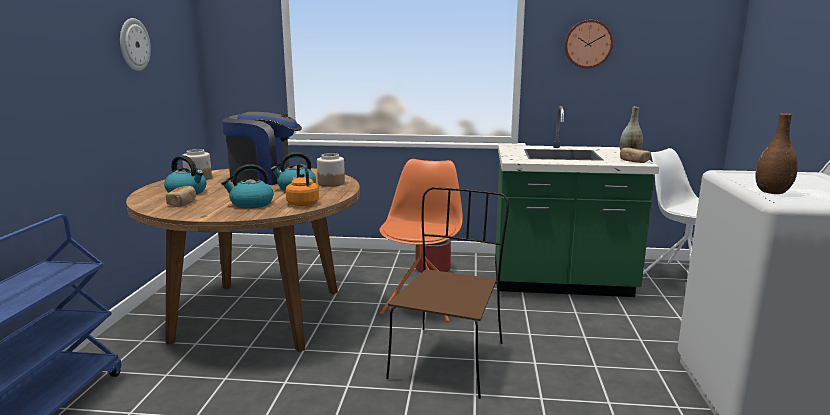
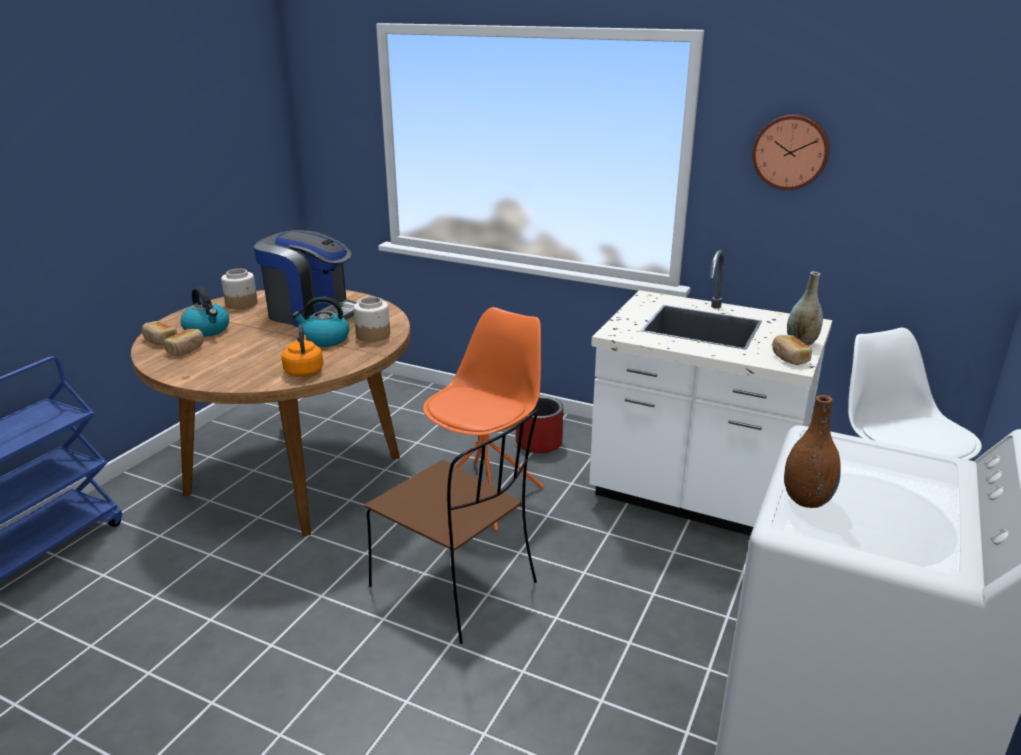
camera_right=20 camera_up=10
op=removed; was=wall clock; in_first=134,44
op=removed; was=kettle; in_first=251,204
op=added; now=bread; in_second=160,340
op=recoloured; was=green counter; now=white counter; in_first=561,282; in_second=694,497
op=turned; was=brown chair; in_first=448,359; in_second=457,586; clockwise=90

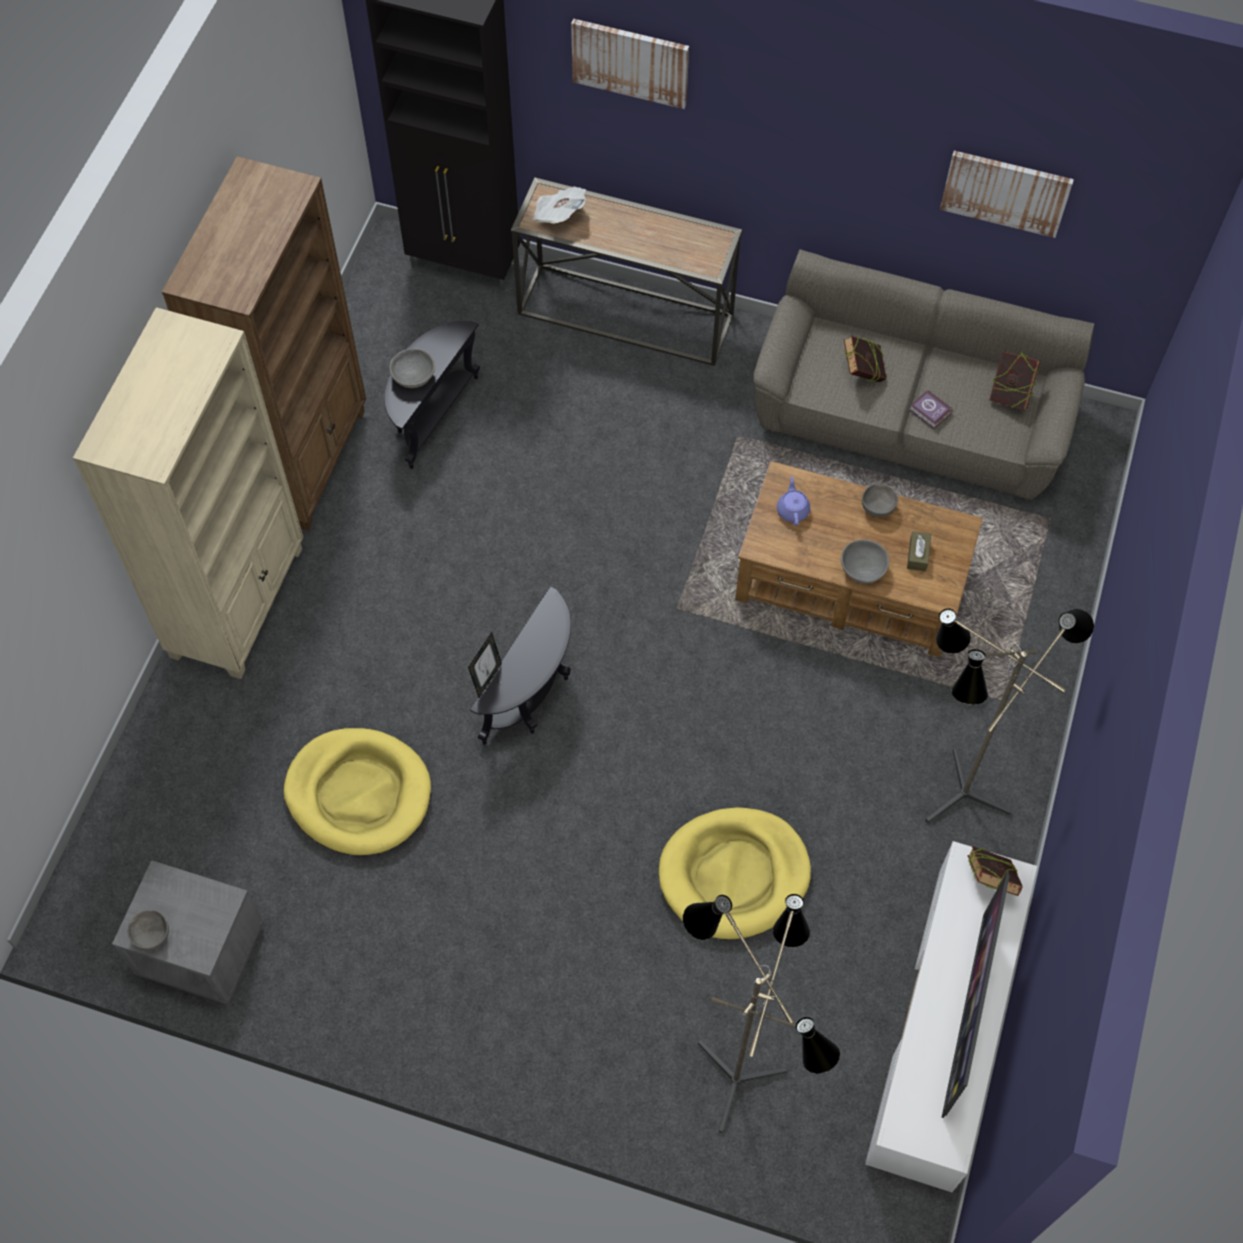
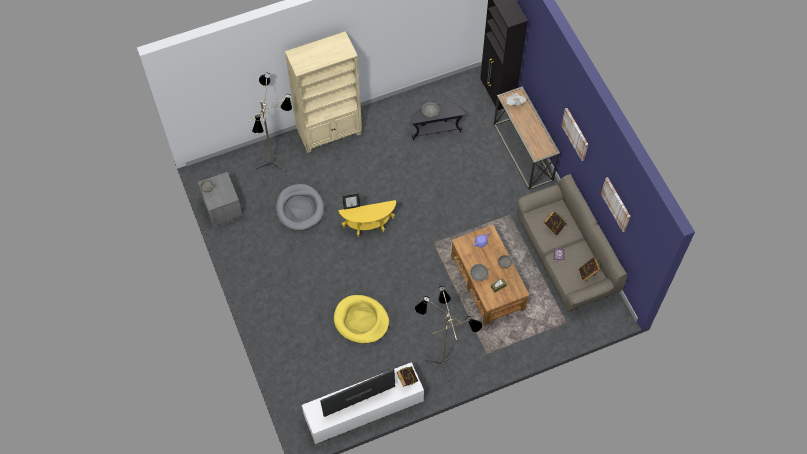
camera_right=50 camera_up=0
op=removed; was=brown bookcase; in_first=305,459
op=moved; was=picture; in_first=630,62; in_second=575,134
op=moved; was=floor lamp; in_first=742,1072; in_second=276,163
op=recoloured; was=yellow dog bed; now=grey dog bed; in_first=359,793; in_second=300,208
op=recoloured; was=black side table; now=yellow side table; in_first=532,696; in_second=369,227

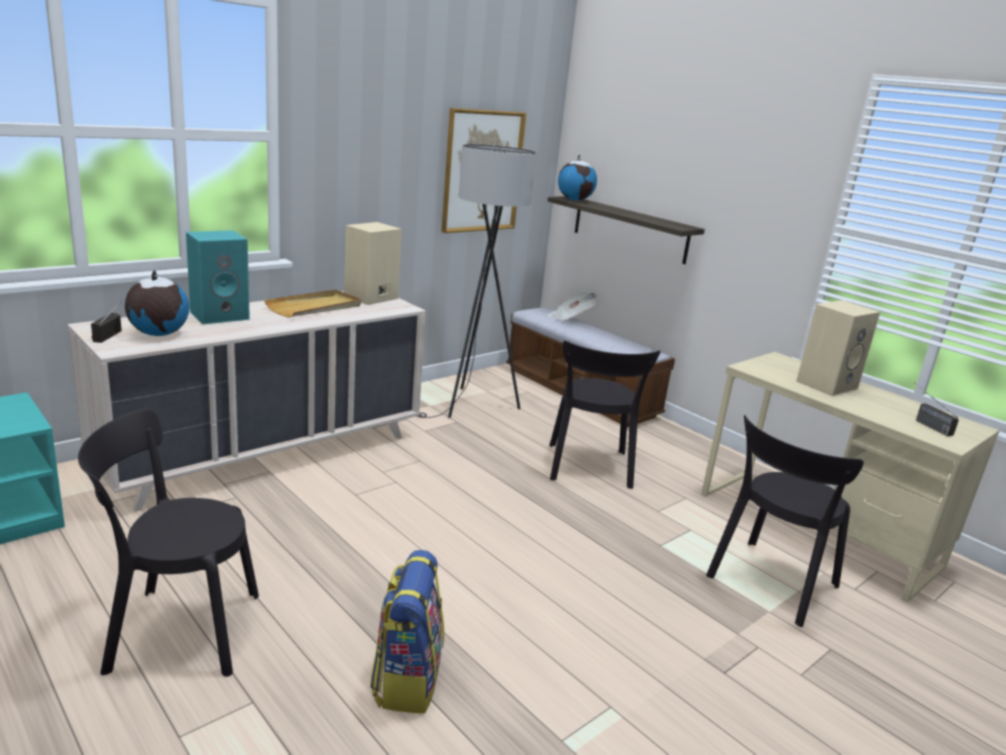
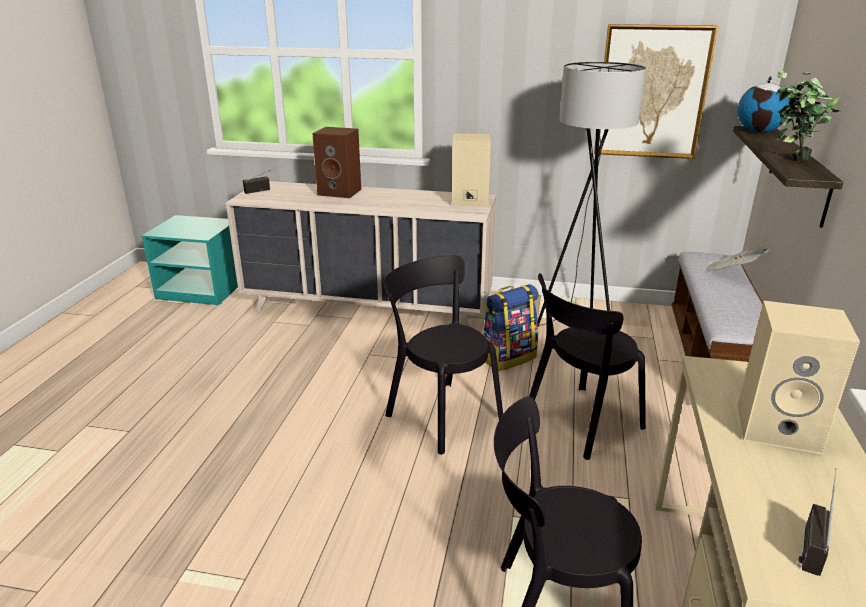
camera_right=55 camera_up=5
op=removed; was=globe; in_first=158,334
op=removed; was=beige tray; in_first=315,307
op=added; now=potted plant; in_second=790,160
op=moved; was=black chair; in_first=177,631; in_second=440,414
op=moved; was=backpack; in_first=406,679; in_second=508,357
op=recoloured; was=turquoise speaker; now=brown speaker; in_first=220,315; in_second=341,192

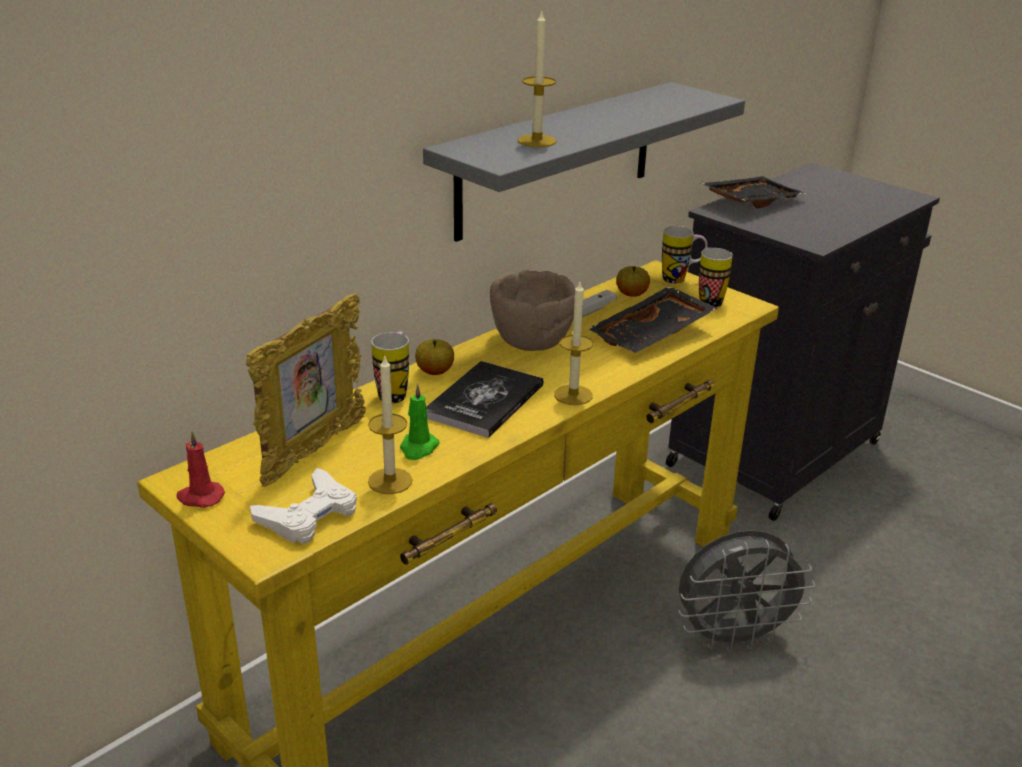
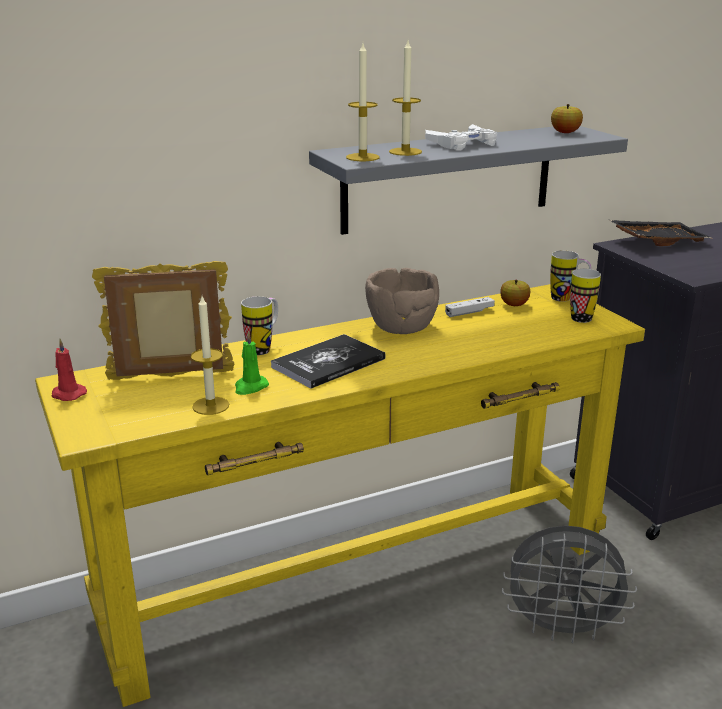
camera_right=20 camera_up=-5
op=removed; was=black tray; in_first=653,335
op=moved; was=white game controller; in_first=309,515; in_second=463,144
op=moved; was=apple; in_first=435,372; in_second=565,132
op=moved; was=candle; in_first=573,395; in_second=362,157
op=turned; was=picture frame; in_first=313,451; in_second=171,377; clockwise=-150

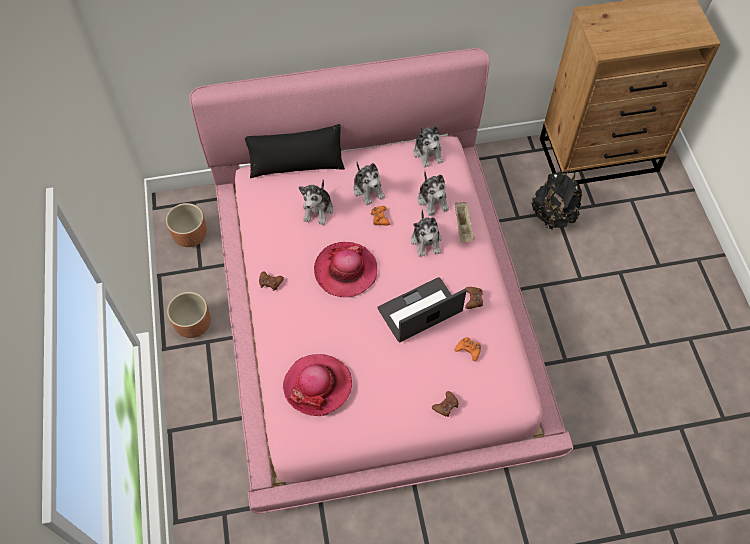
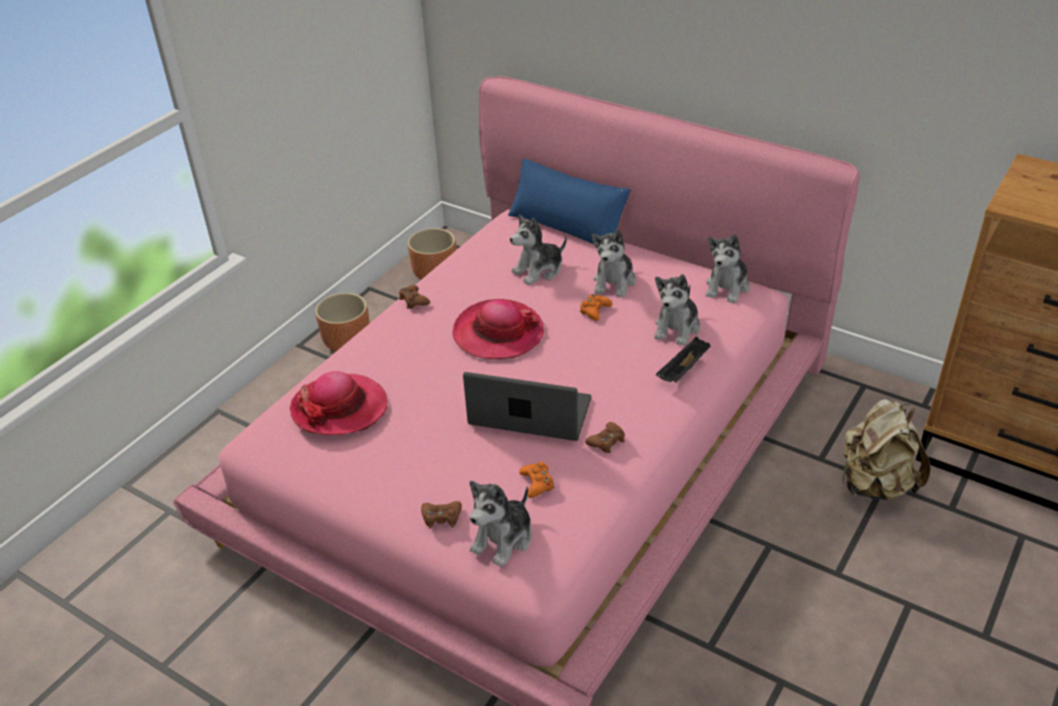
camera_right=45 camera_up=-20
op=moved; was=plush toy; in_first=426,241; in_second=503,539
op=recoloured; was=black pillow; now=blue pillow; in_first=296,164; in_second=567,227
op=recoloured; was=beige tray; now=black tray; in_first=463,227; in_second=683,371
op=recoloured; was=black backpack; now=beige backpack; in_first=553,215; in_second=875,484

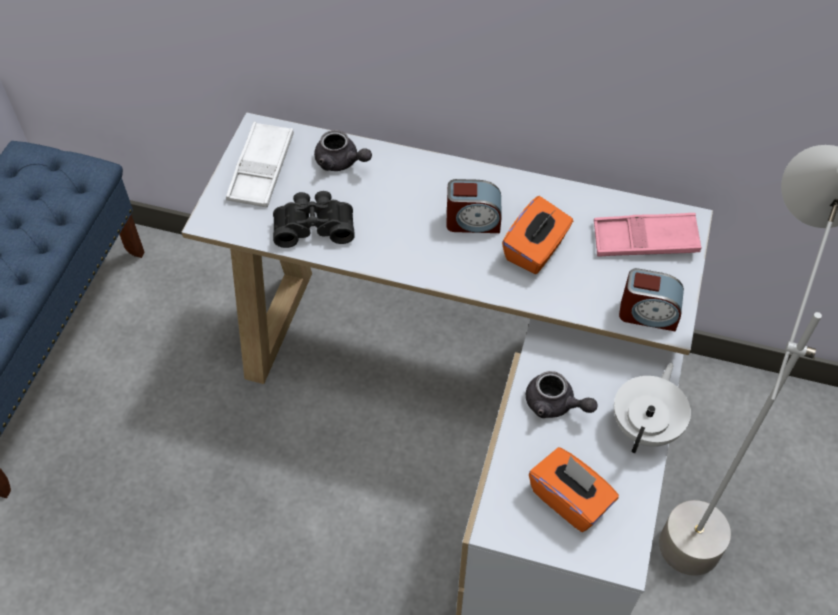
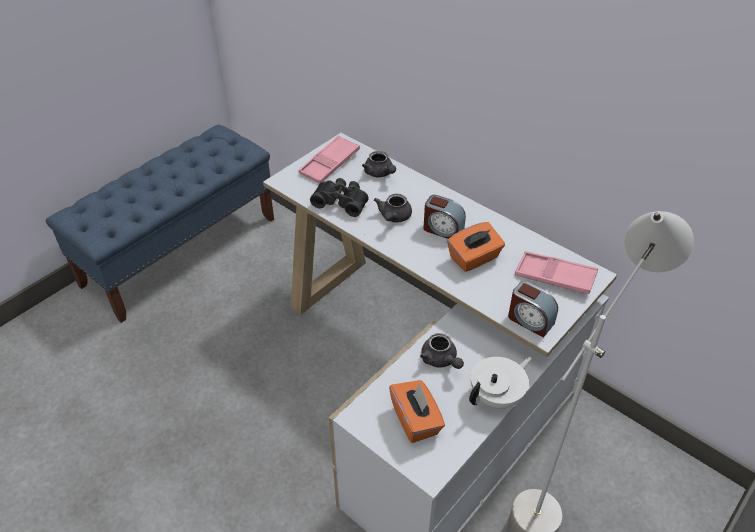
camera_right=25 camera_up=-10
op=added; now=grey teapot; in_second=393,217
op=recoloured; was=white tray; now=pink tray; in_first=261,170; in_second=330,164

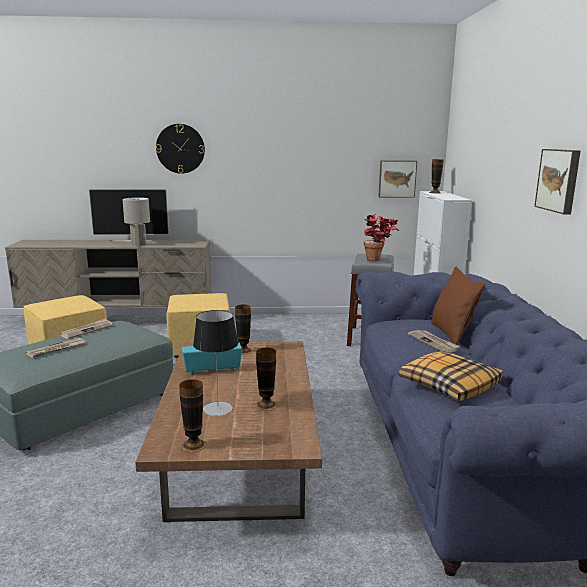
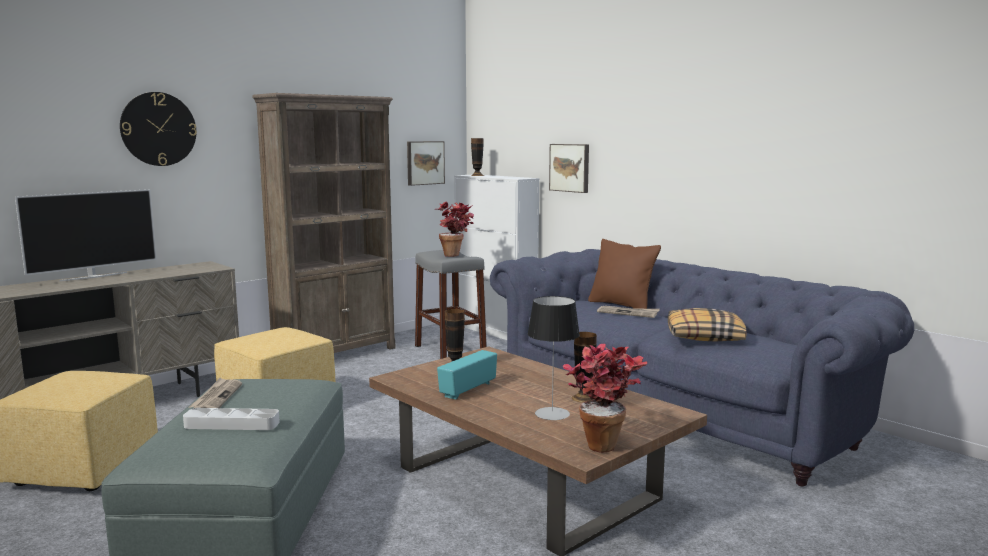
camera_right=-40 camera_up=-5
op=removed; was=grey table lamp; in_first=139,245
op=added; now=brown bookcase; in_second=336,354
op=moved; was=picture; in_first=559,180; in_second=570,167
op=replaced; was=newspaper; now=grey tray; in_first=56,349; in_second=232,424
op=replaced; was=vase; now=potted plant; in_first=193,445; in_second=601,442

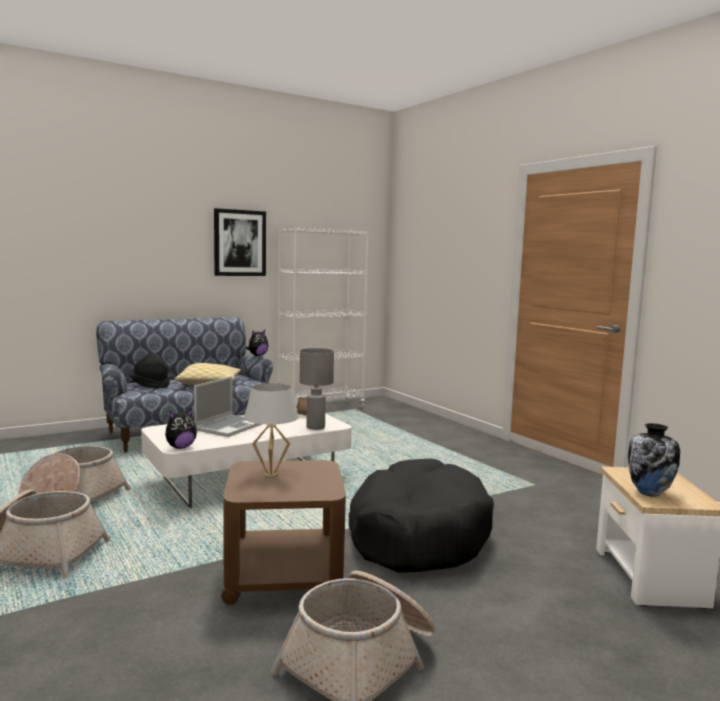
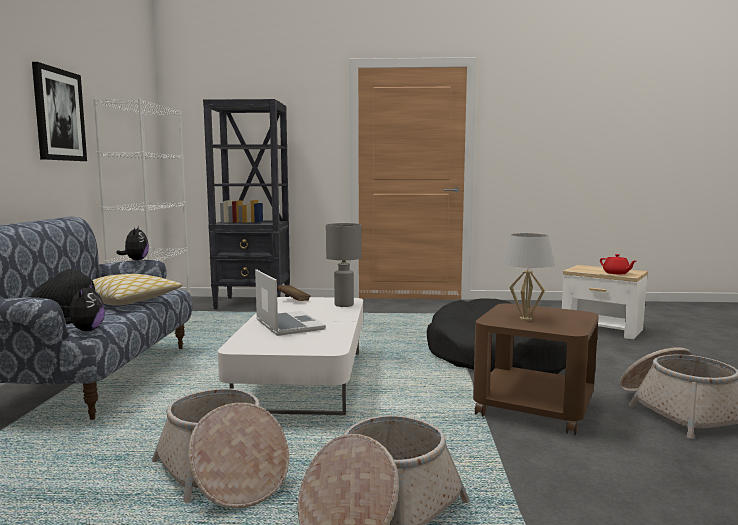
camera_right=-55 camera_up=0
op=added; now=black bookcase; in_second=253,303
op=moved; was=plush toy; in_first=180,447; in_second=86,330
op=replaced; was=vase; now=red teapot; in_first=650,493; in_second=616,273

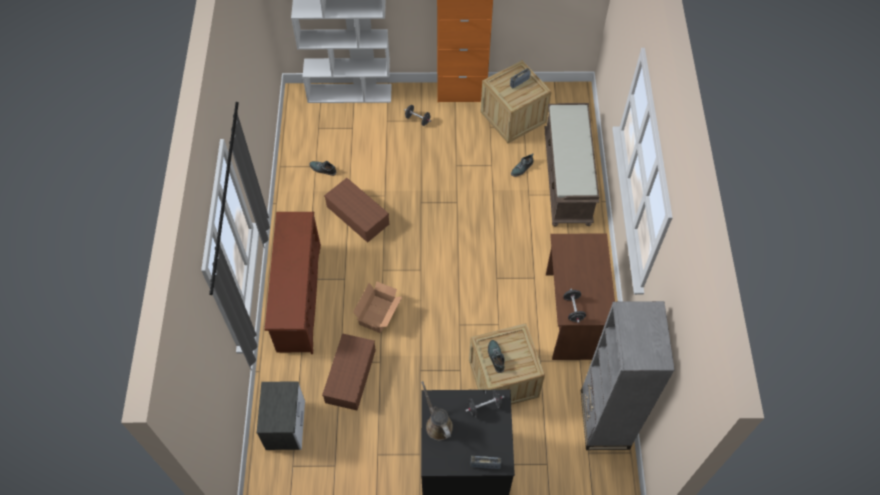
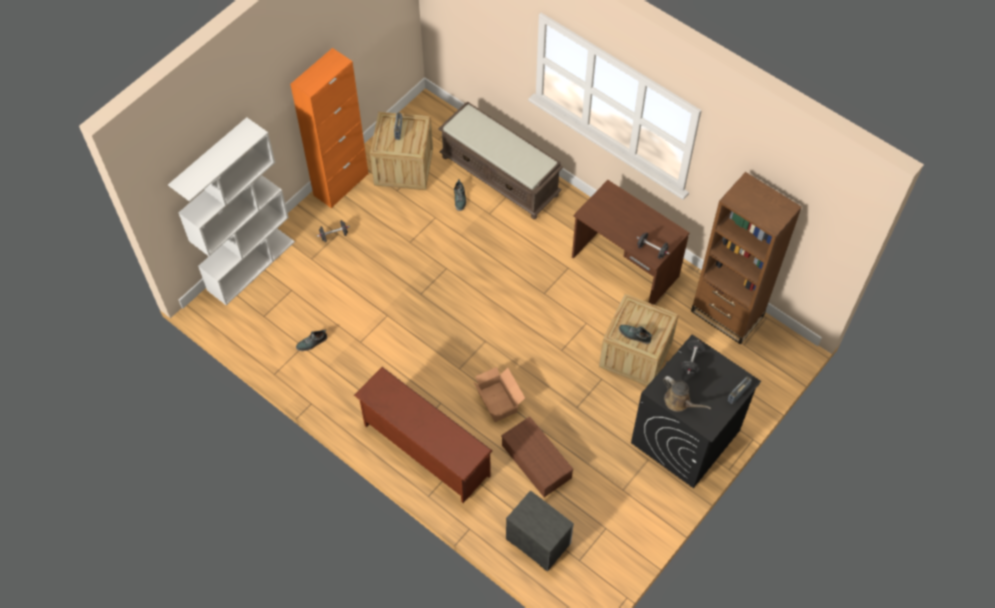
camera_right=-50 camera_up=0
op=removed; was=brown storage box; in_first=359,215
op=recoloured; was=grey bookcase; now=brown bookcase; in_first=604,419; in_second=727,314
op=turned; was=brown watering can; in_first=437,424; in_second=679,401; clockwise=-150

